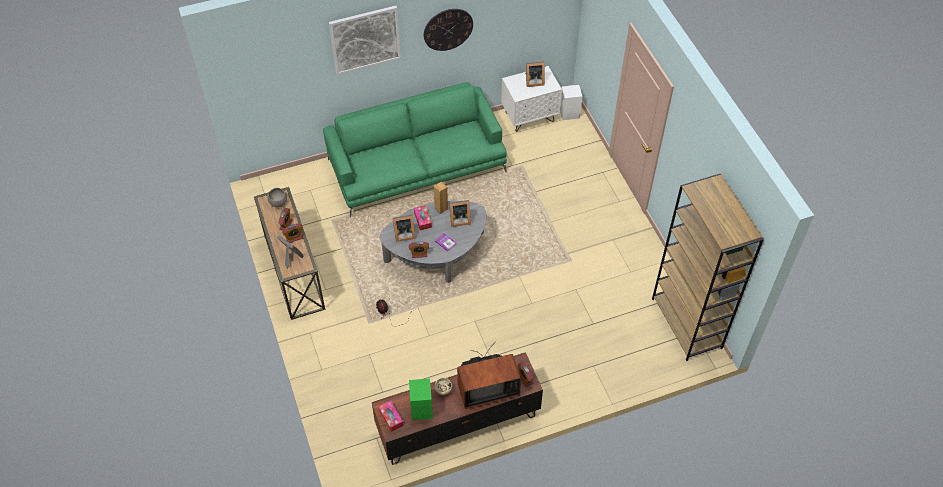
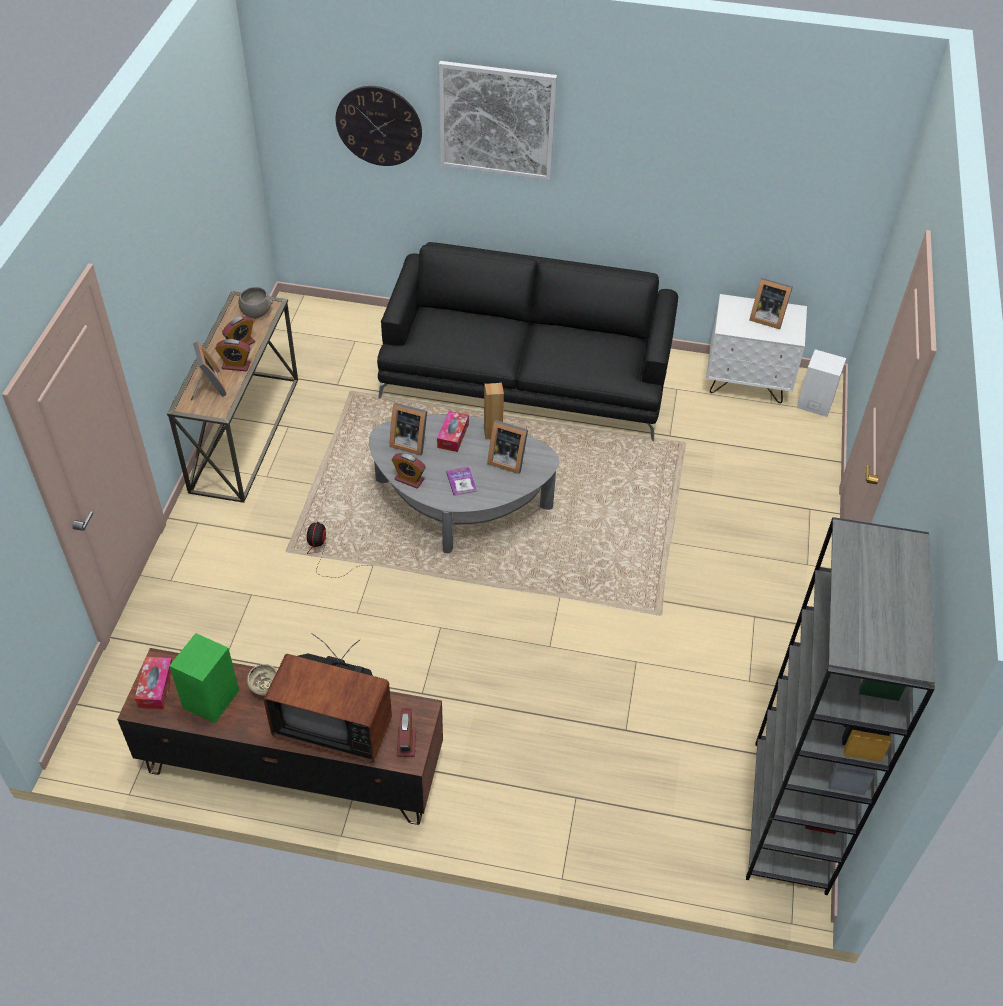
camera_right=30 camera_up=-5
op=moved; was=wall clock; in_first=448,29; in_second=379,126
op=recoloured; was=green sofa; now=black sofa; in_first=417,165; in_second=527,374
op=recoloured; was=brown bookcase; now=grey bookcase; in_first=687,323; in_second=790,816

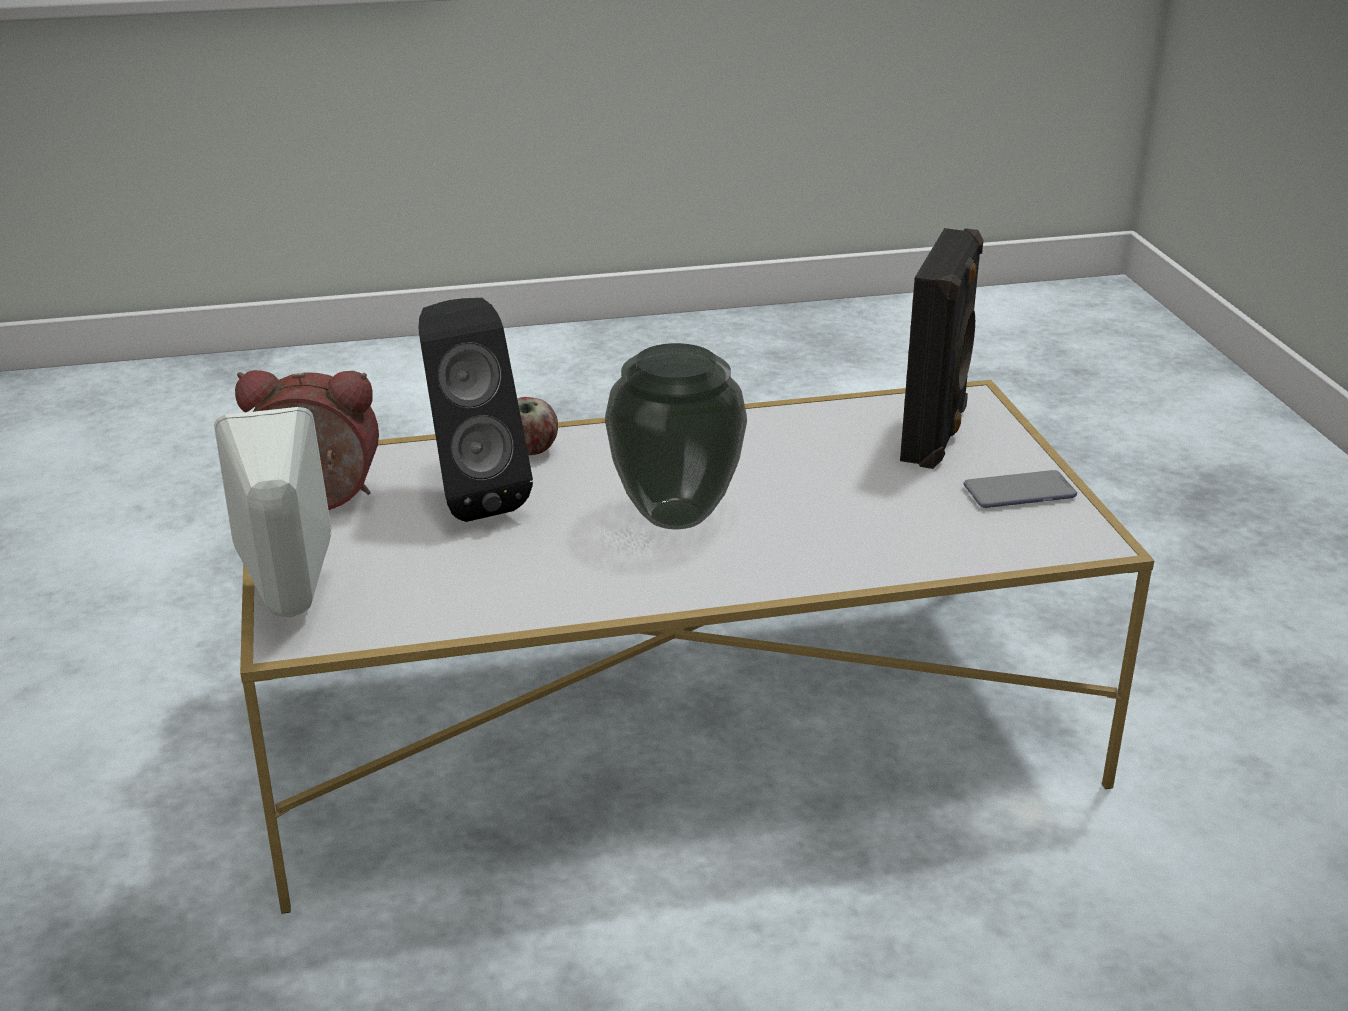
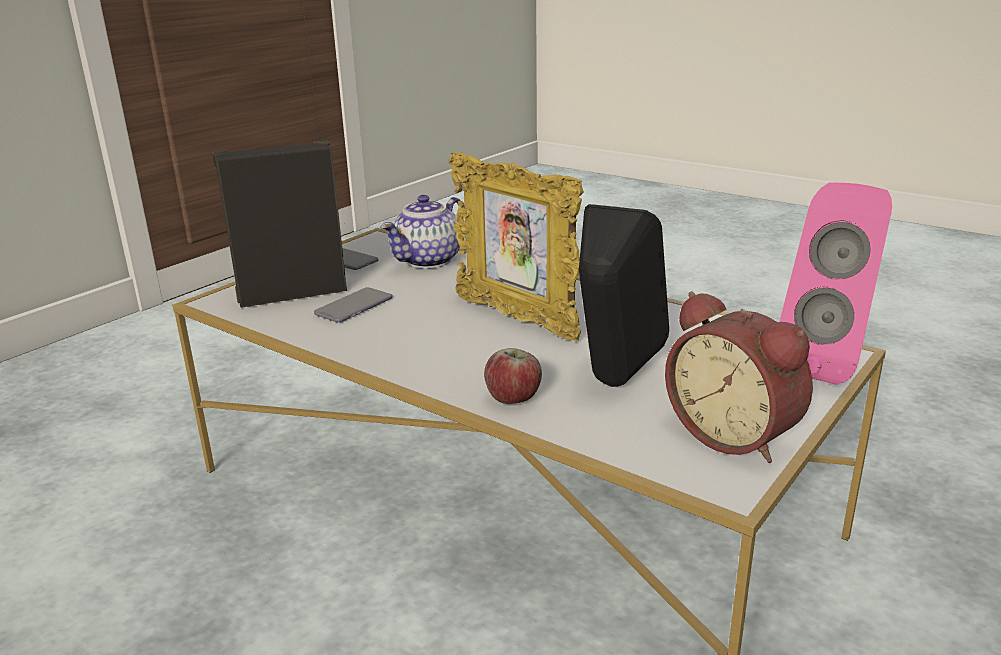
camera_right=-130 camera_up=-5
op=added; now=phone; in_second=354,306
op=added; now=teapot; in_second=429,261
op=replaced; was=vase; now=picture frame; in_first=674,517; in_second=516,319
op=recoloured; was=white speaker; now=pink speaker; in_first=291,614; in_second=827,365

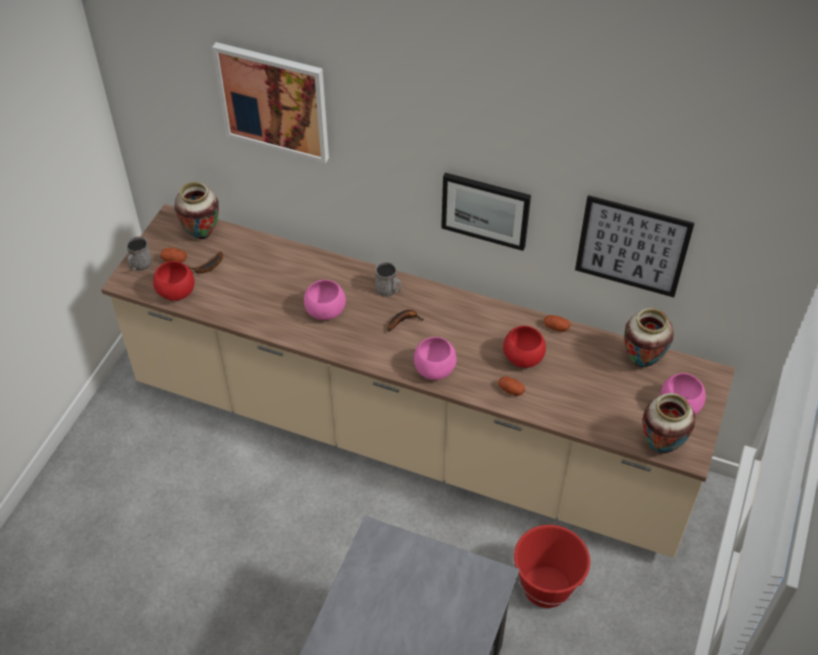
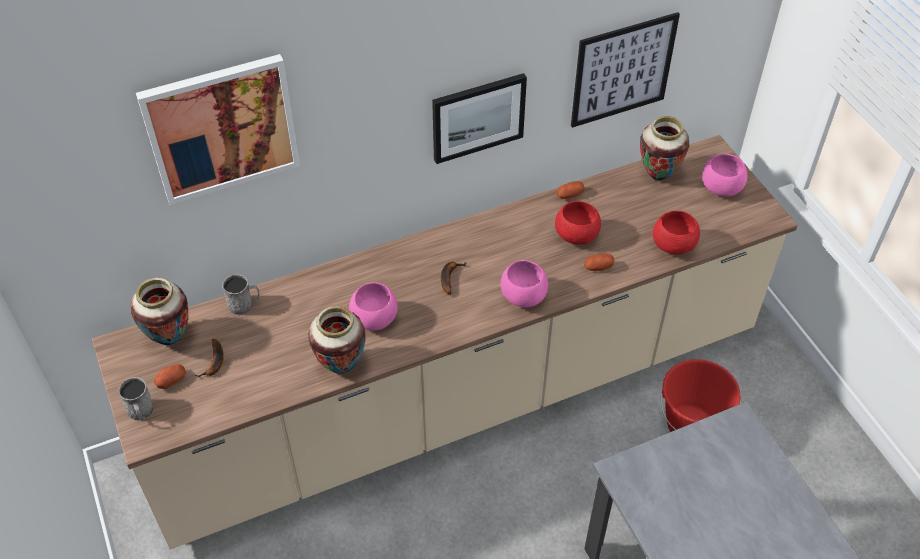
camera_right=-45 camera_up=0
op=moved; was=red bowl; in_first=176,293; in_second=673,246
op=moved; was=grey mug; in_first=389,290; in_second=244,304
op=moved; was=vase; in_first=660,446; in_second=341,366

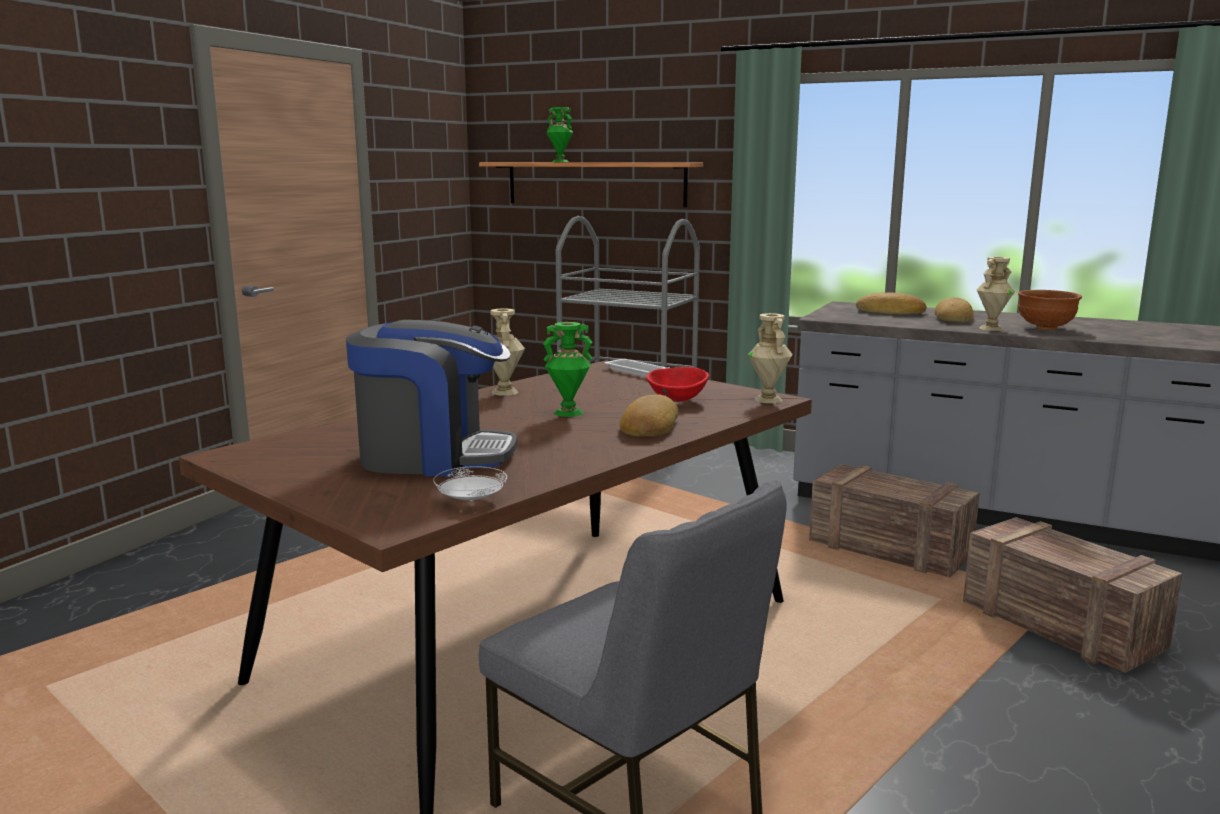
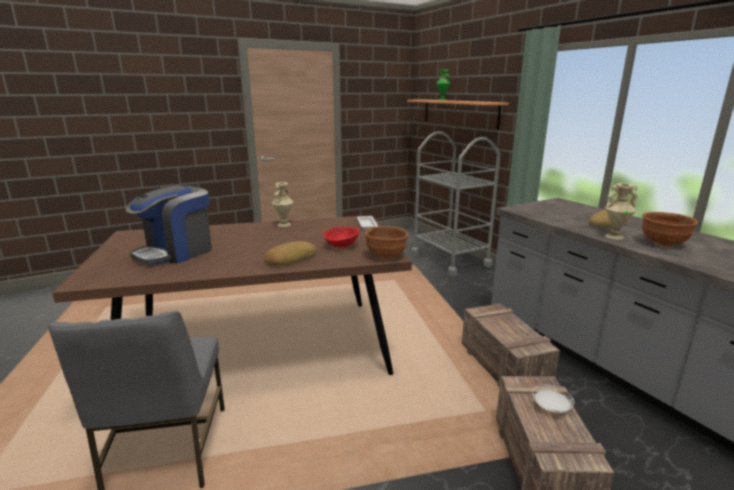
camera_right=35 camera_up=5
op=removed; was=green vase; in_first=568,413
op=removed; was=bread; in_first=891,312
op=moved; was=white plate; in_first=471,501; in_second=551,407
op=replaced; was=beige vase; now=brown bowl; in_first=769,399; in_second=386,256
op=turned; was=coffee machine; in_first=433,456; in_second=176,252; clockwise=90

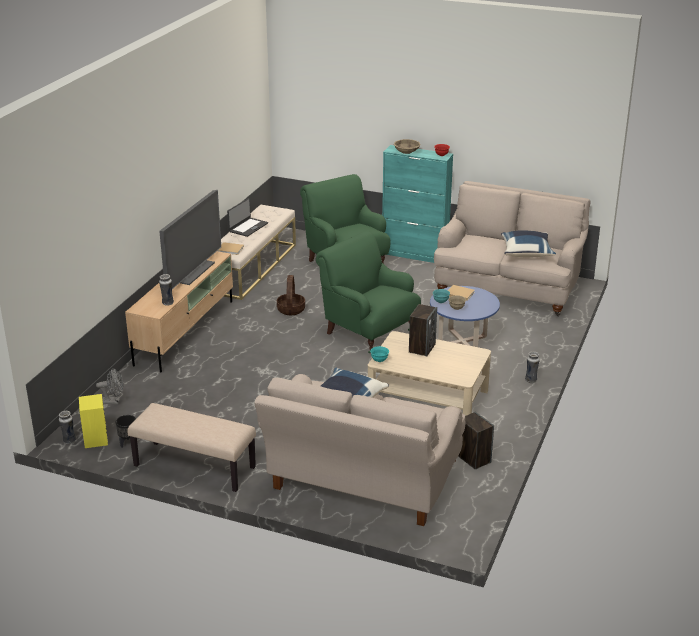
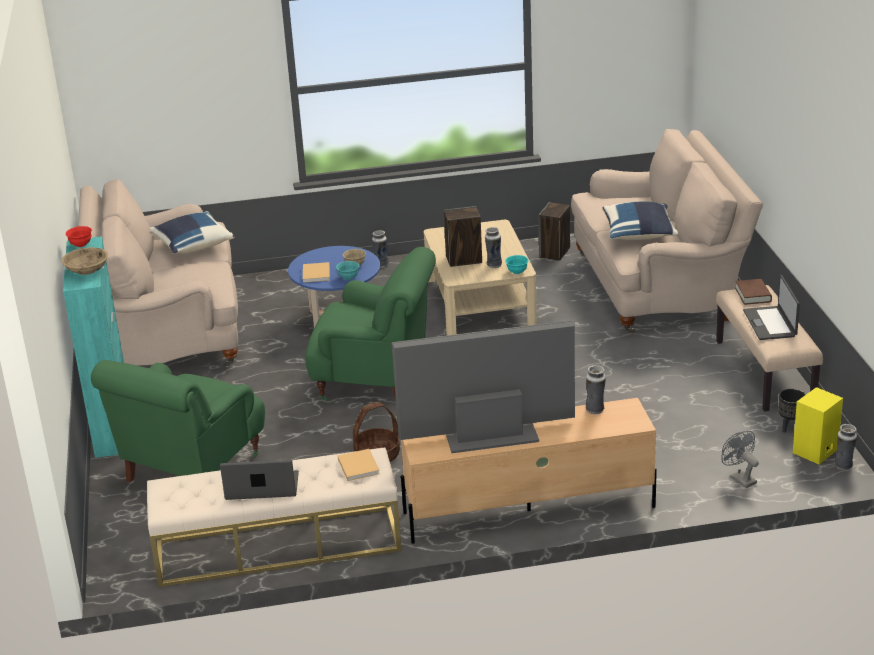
camera_right=-120 camera_up=0
op=added; now=vase; in_second=493,265
op=added; now=brown book; in_second=753,295
op=added; now=laptop; in_second=770,323
op=turned; was=green armchair; in_first=368,331; in_second=376,381; clockwise=-90

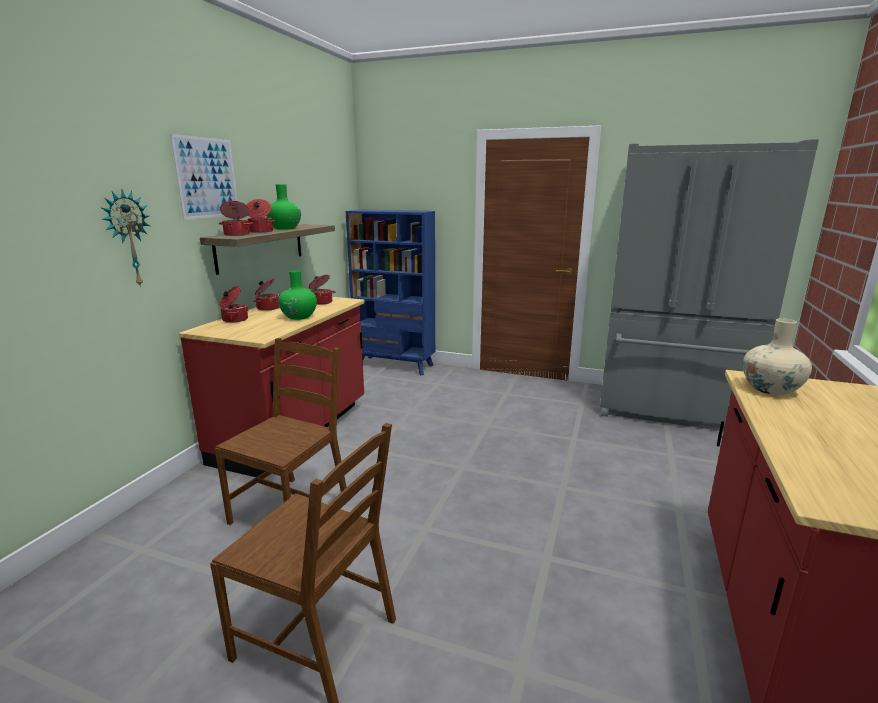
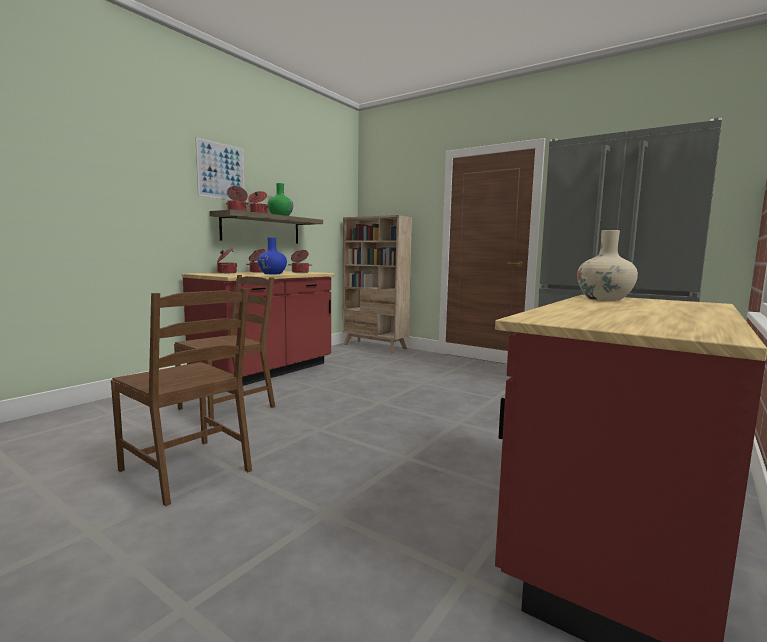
camera_right=15 camera_up=-10
op=removed; was=wall clock; in_first=128,239
op=recoloured; was=green vase; now=blue vase; in_first=299,317; in_second=272,274
op=recoloured; was=blue bookcase; now=beige bookcase; in_first=395,366; in_second=374,346

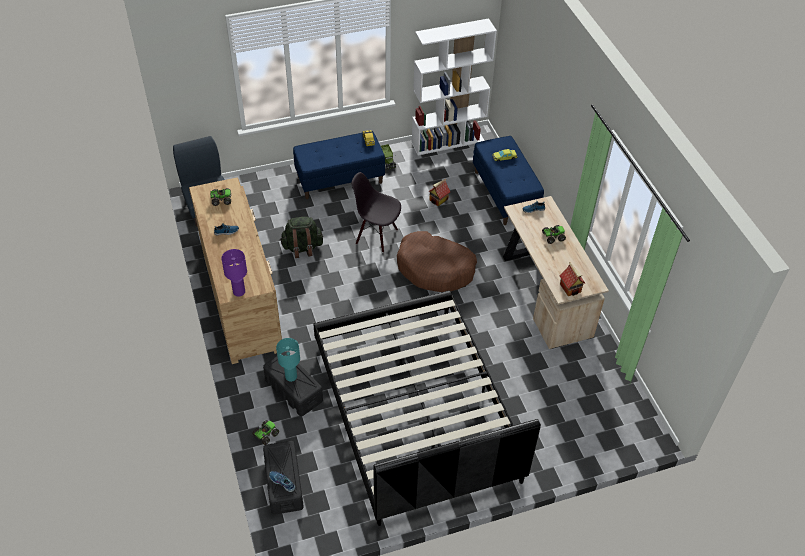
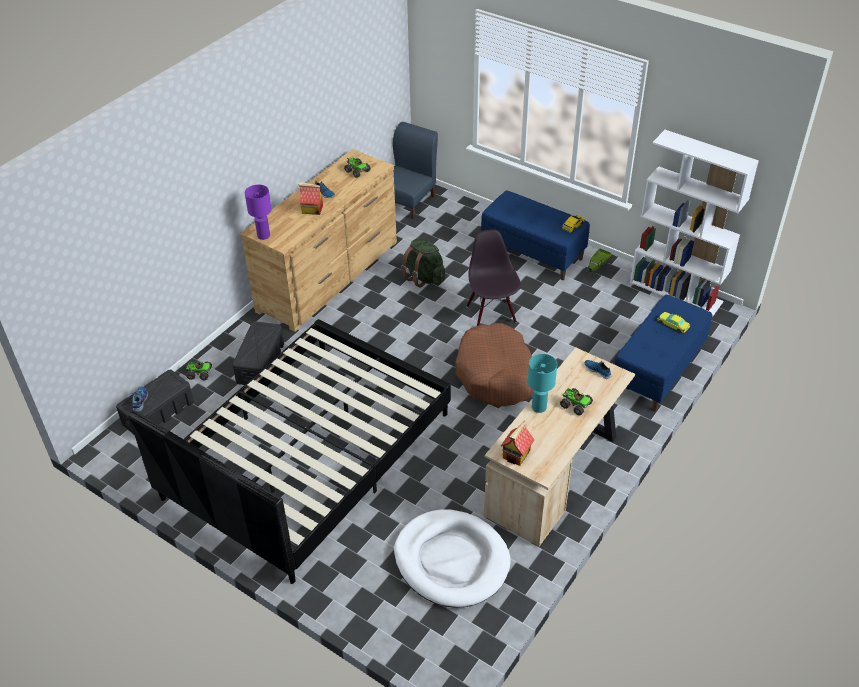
camera_right=55 camera_up=-5
op=added; now=white dog bed; in_second=451,561
op=moved; was=turquoise table lamp; in_first=291,377; in_second=539,408
op=moved; was=toy house; in_first=438,200; in_second=312,209

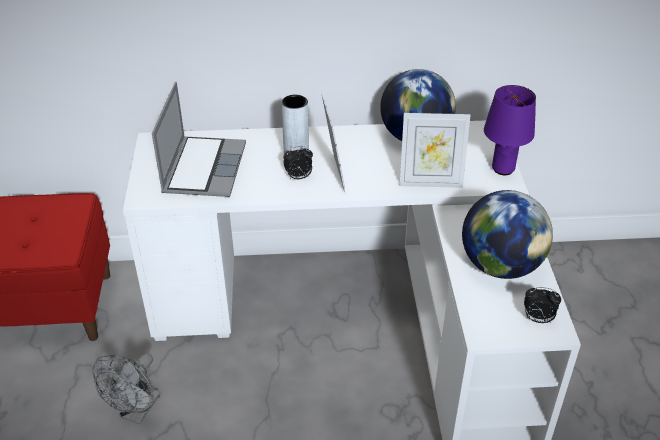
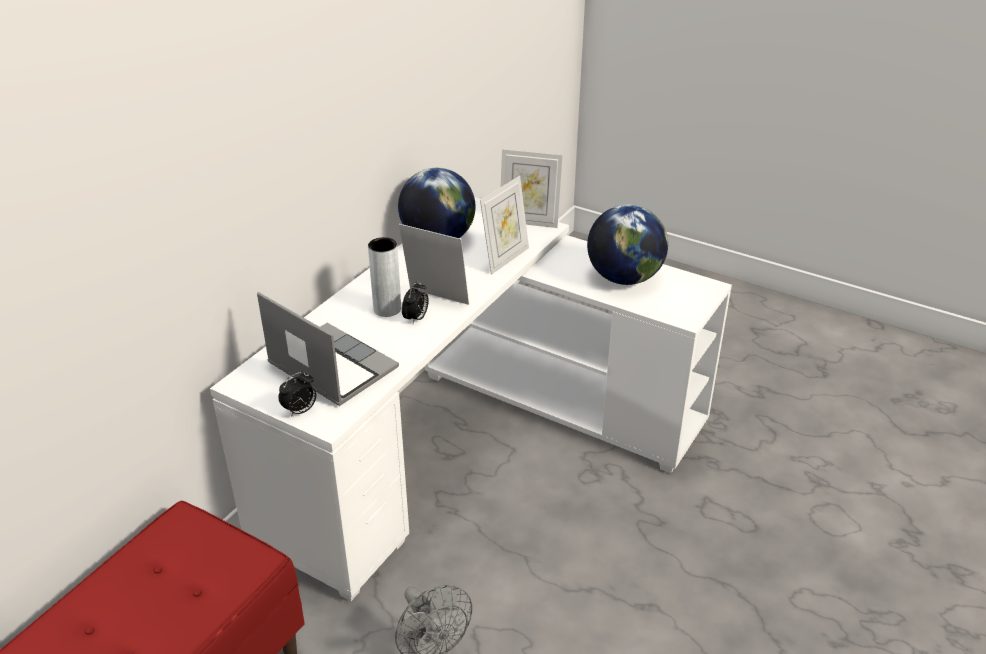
camera_right=-55 camera_up=-5
op=moved; was=alarm clock; in_first=537,319; in_second=300,411
op=replaced; was=purple table lamp; now=picture frame; in_first=503,169; in_second=529,221

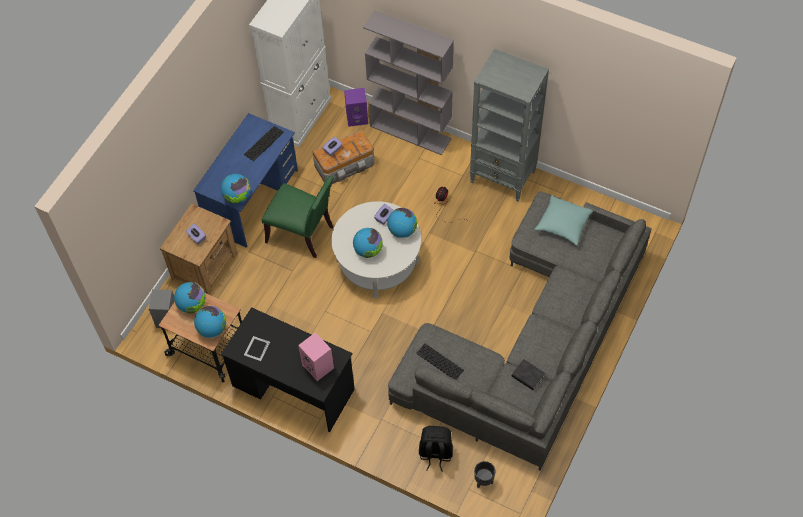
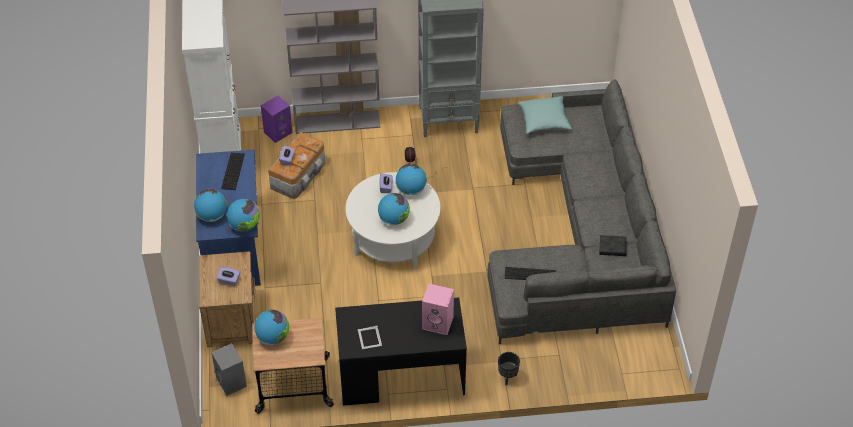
camera_right=-35 camera_up=-10
op=removed; was=green chair; in_first=303,234
op=removed; was=black backpack; in_first=435,453
op=moved; was=globe; in_first=212,329; in_second=212,215
op=moved; was=black planter; in_first=483,481; in_second=507,377

